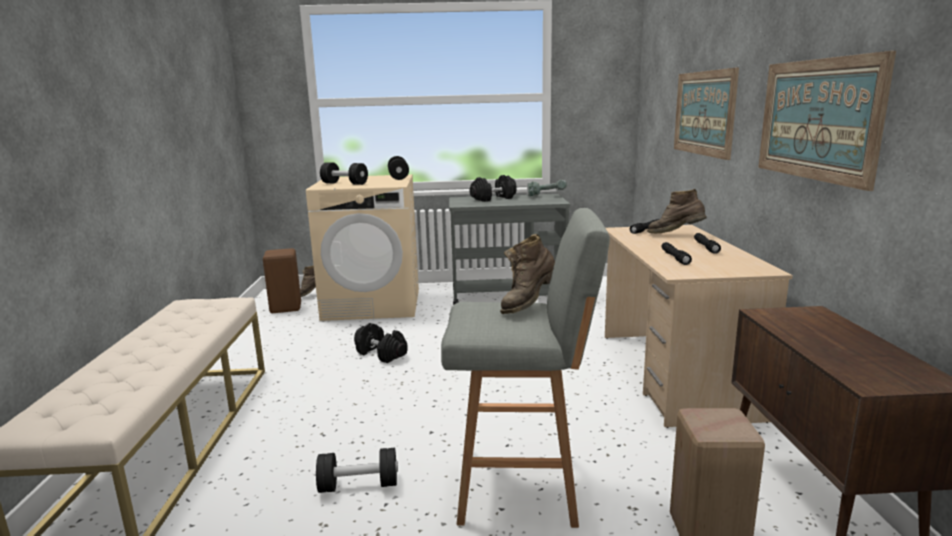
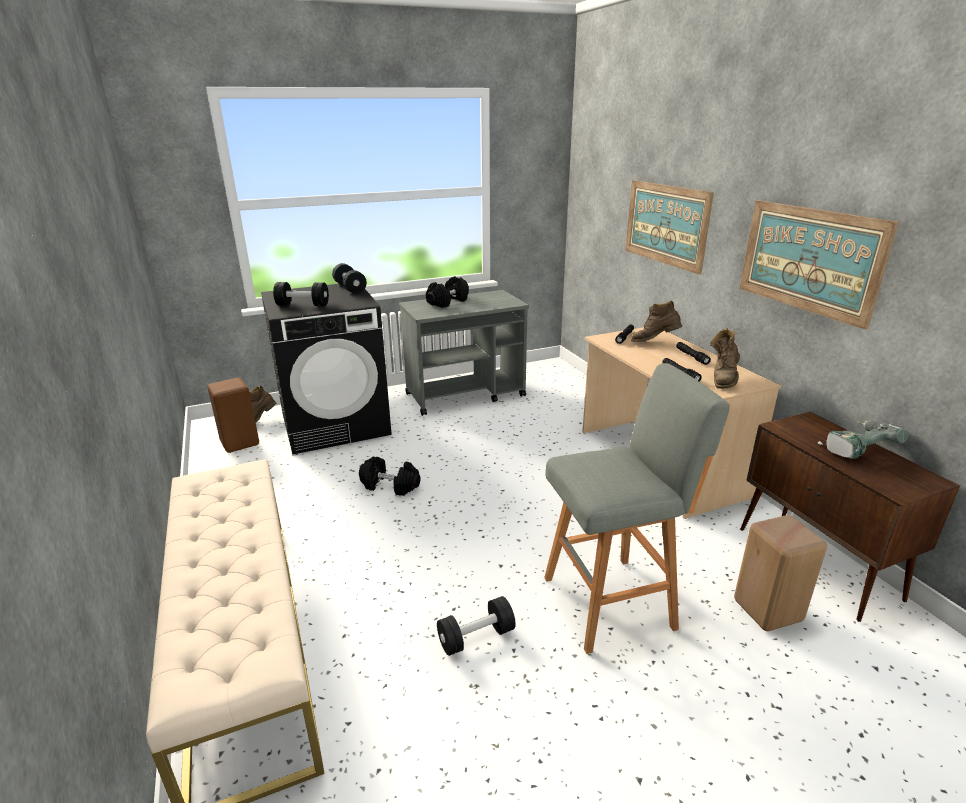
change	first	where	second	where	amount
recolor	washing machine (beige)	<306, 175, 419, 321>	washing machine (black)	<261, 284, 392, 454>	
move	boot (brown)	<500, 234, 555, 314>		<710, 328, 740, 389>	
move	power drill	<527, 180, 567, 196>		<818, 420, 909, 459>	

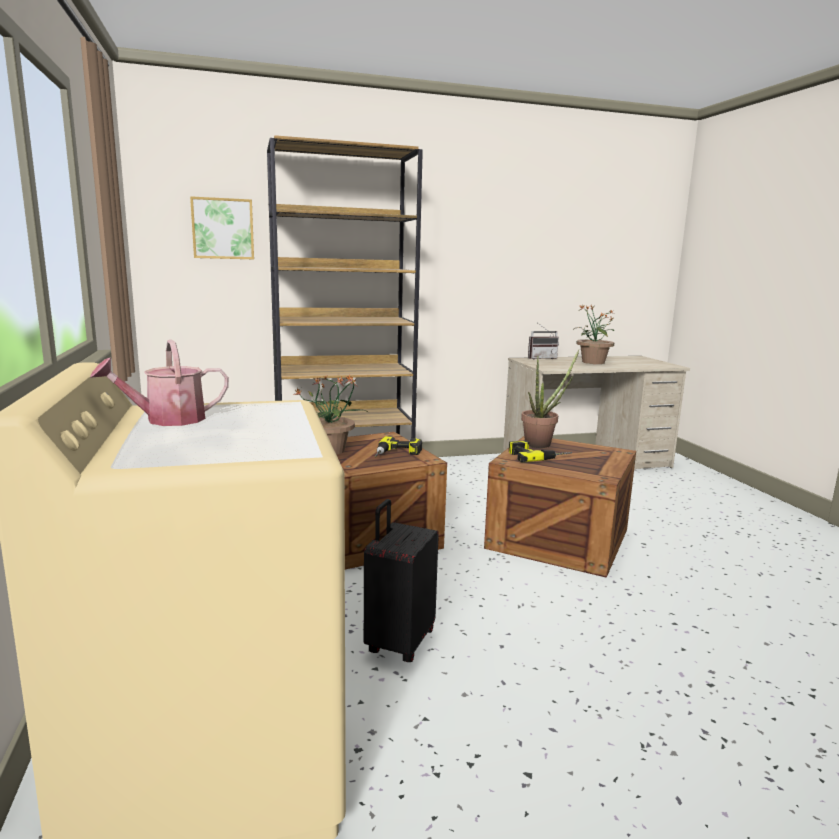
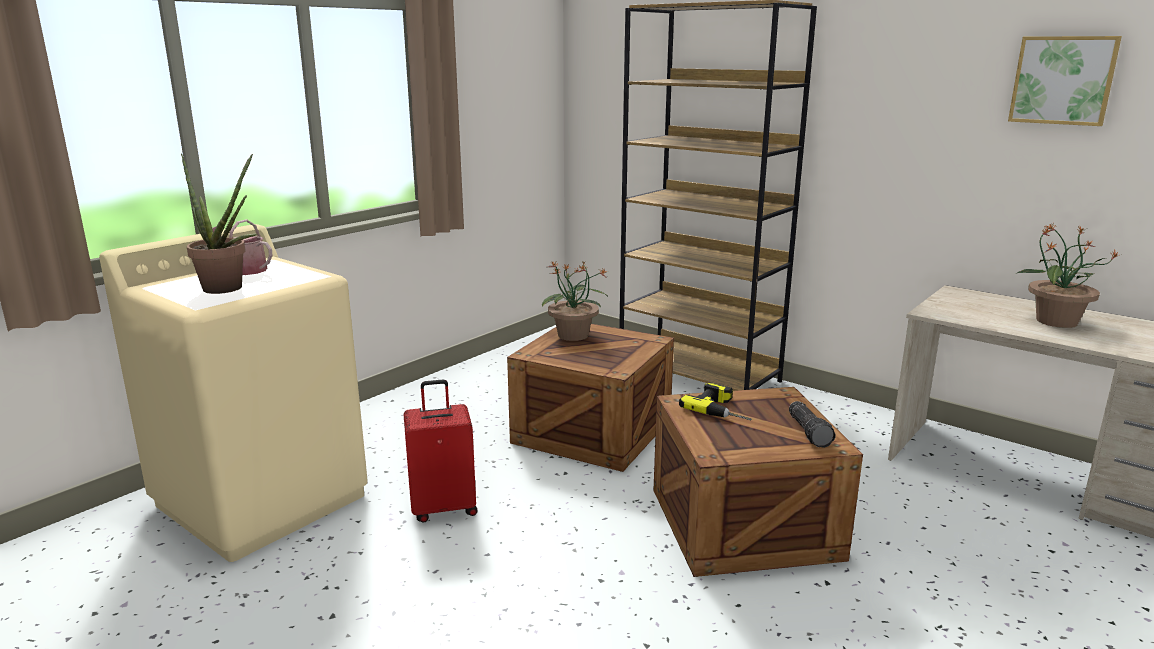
change	first	where	second	where	amount
move	potted plant	<521, 349, 579, 448>		<181, 154, 258, 294>	
recolor	suitcase (black)	<364, 499, 439, 662>	suitcase (red)	<404, 379, 478, 523>	
insert			flashlight	<789, 401, 835, 448>	
move	picture	<190, 196, 254, 259>		<1008, 36, 1122, 126>	
delete	power drill	<374, 436, 422, 457>			
delete	radio	<528, 324, 559, 359>			

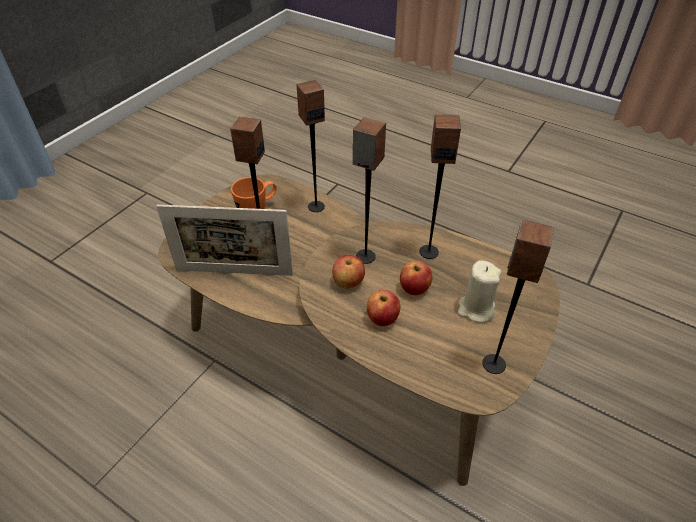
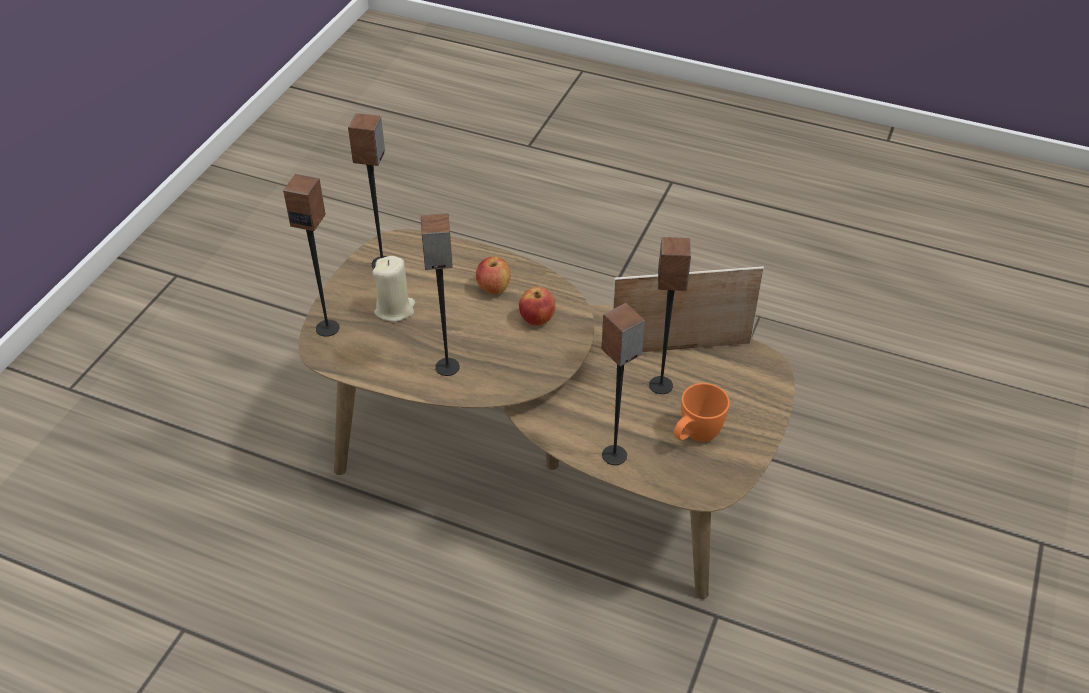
change	first	where	second	where	amount
move	speaker	<353, 117, 386, 264>		<283, 174, 340, 337>	
delete	apple	<400, 260, 433, 295>			

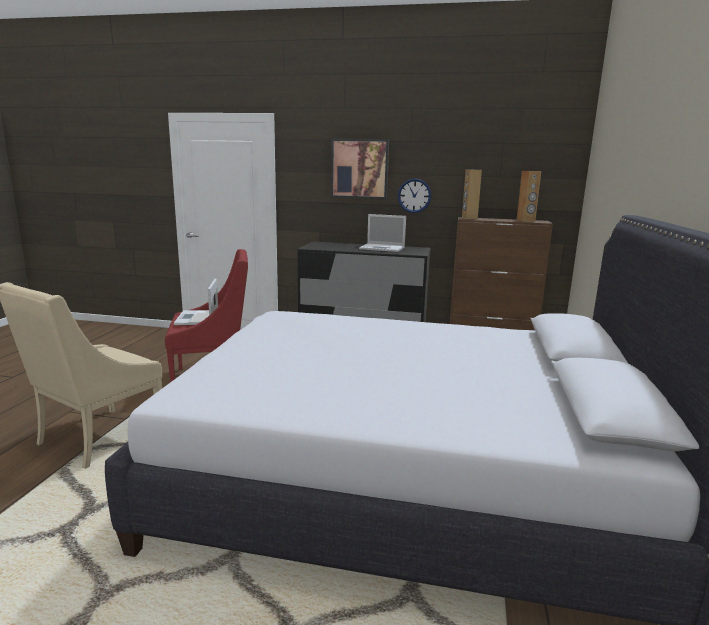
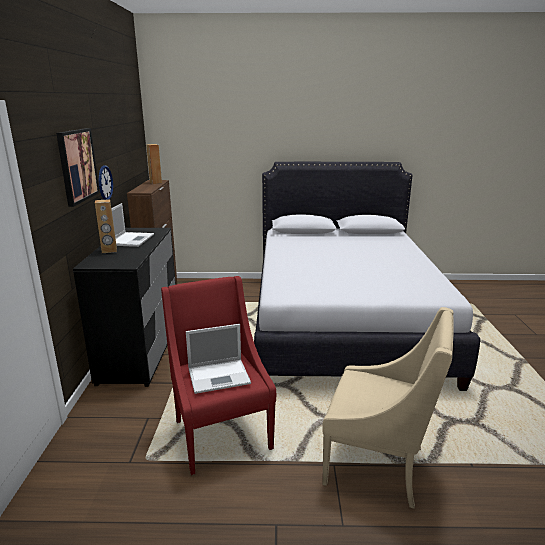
change	first	where	second	where	amount
move	speaker (brown)	<462, 169, 482, 219>		<95, 199, 117, 253>	

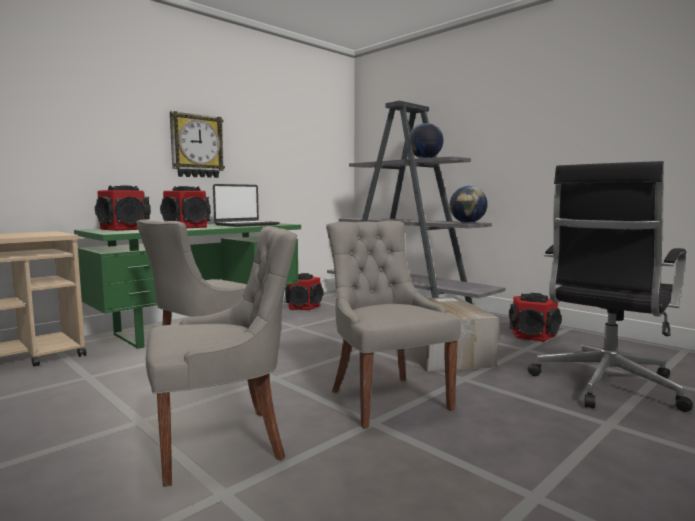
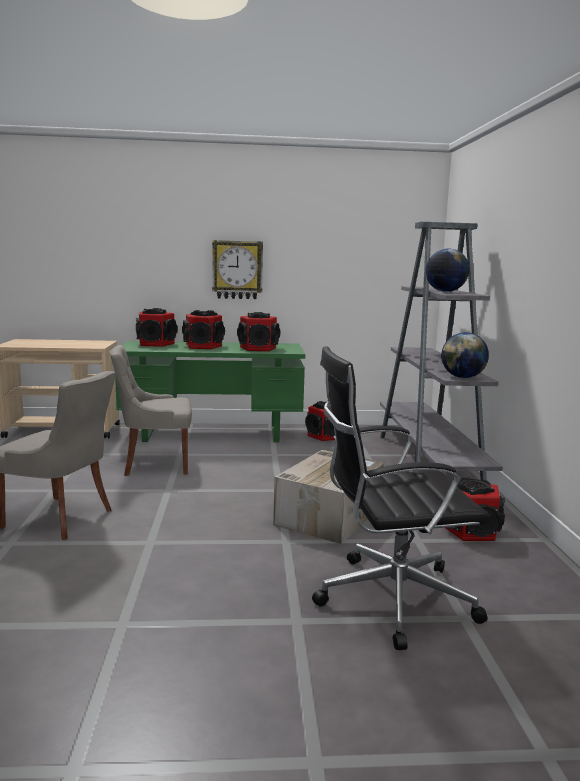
change	first	where	second	where	amount
replace	laptop	<213, 184, 280, 227>	speaker	<237, 312, 280, 351>	
delete	chair (grey)	<326, 221, 461, 429>			

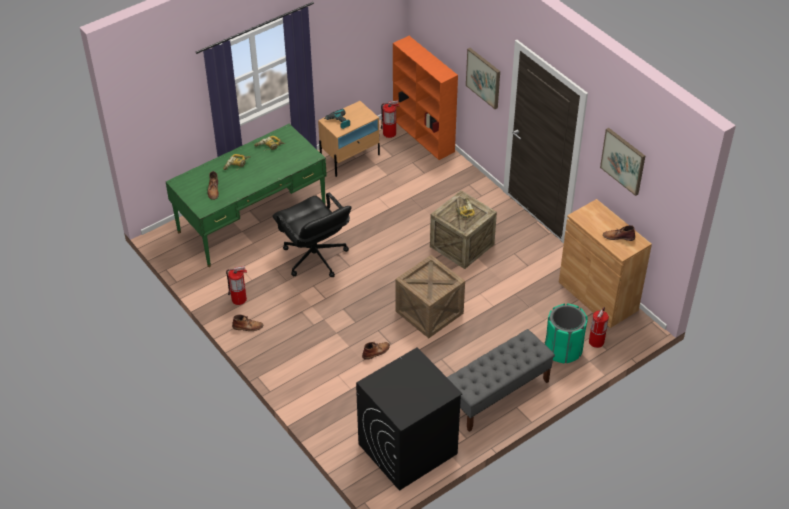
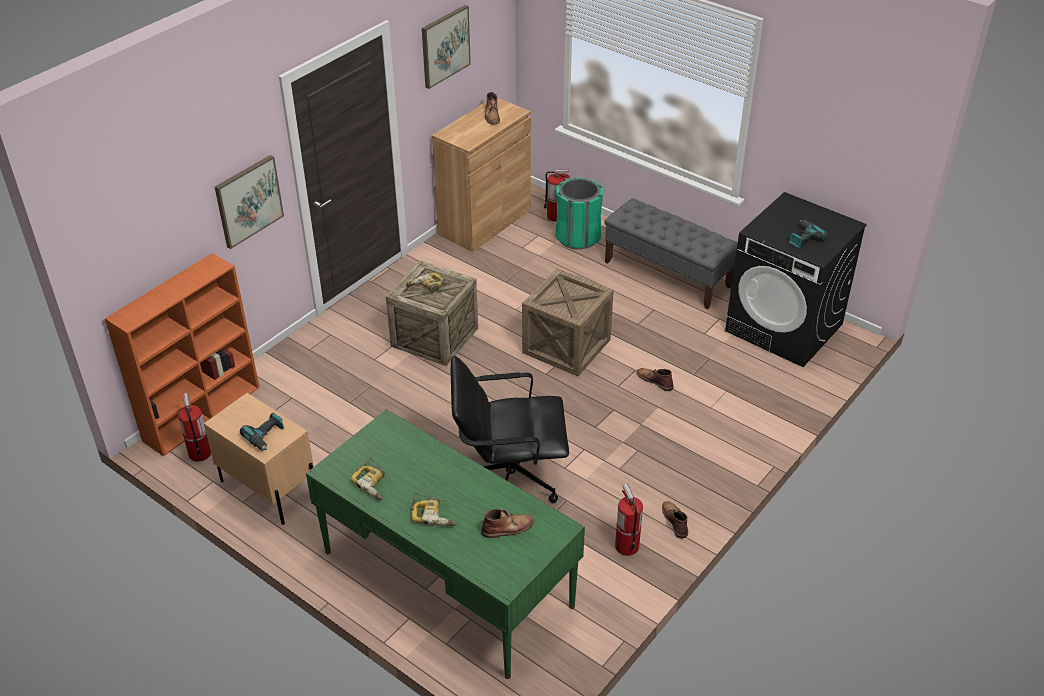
change	first	where	second	where	amount
rotate	office chair (black)	<273, 192, 352, 277>		<451, 356, 569, 503>	135 degrees counterclockwise
insert			power drill	<790, 219, 828, 249>	

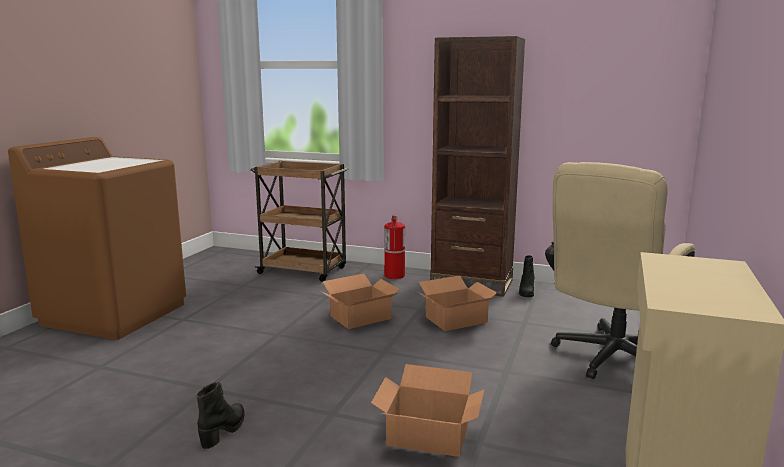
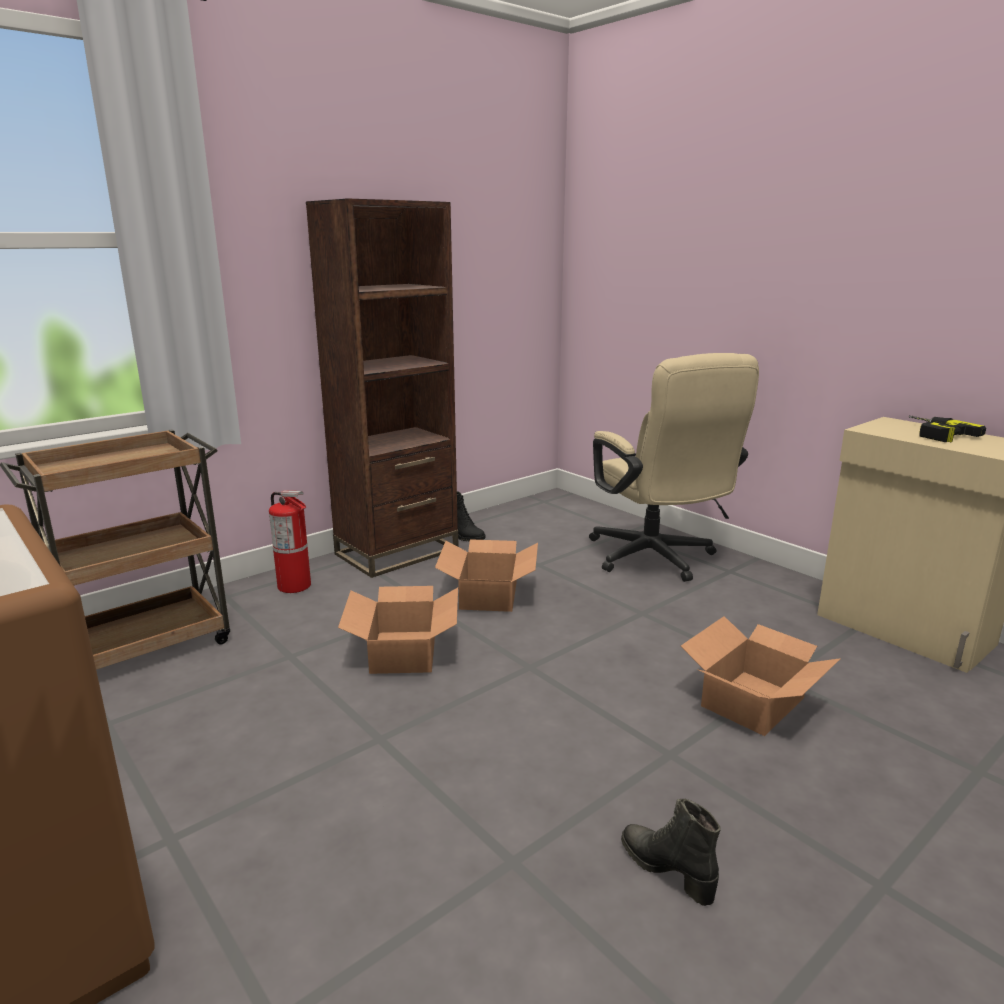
change	first	where	second	where	amount
insert			power drill	<909, 415, 986, 442>	

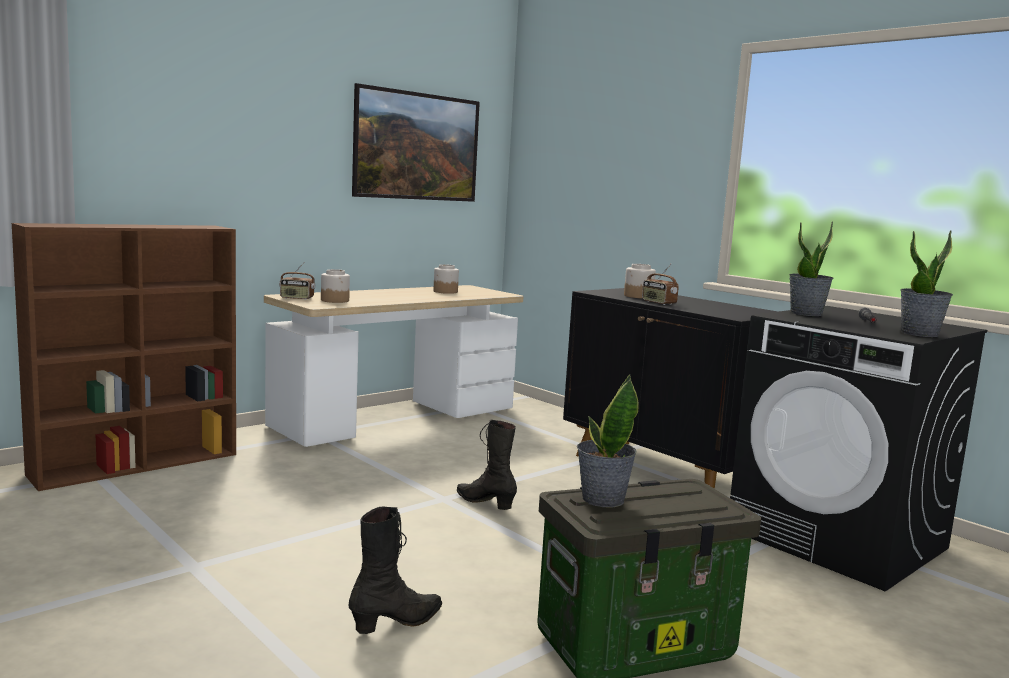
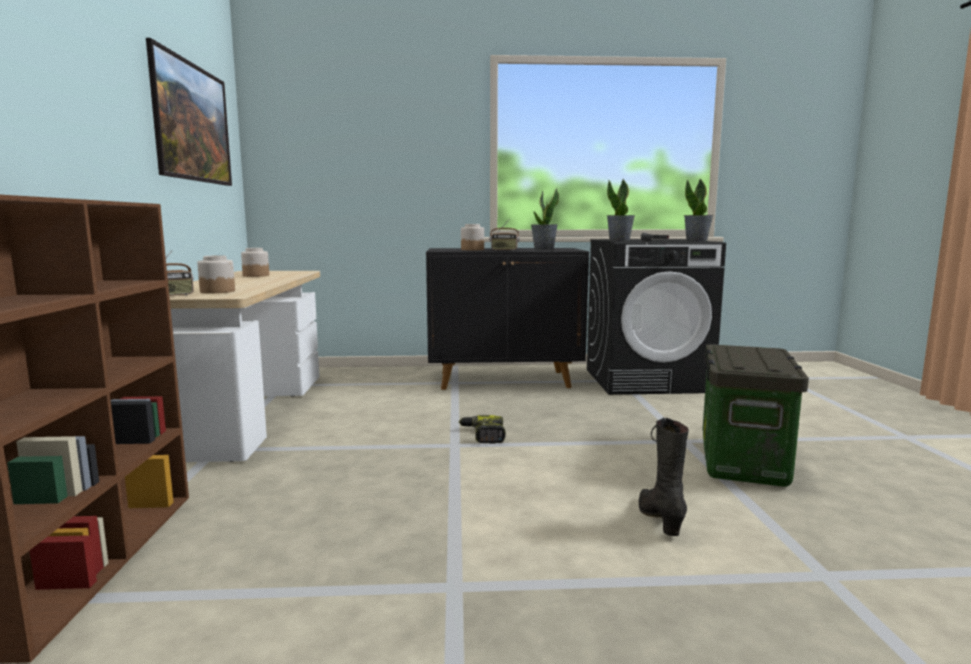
change	first	where	second	where	amount
replace	boot (black)	<457, 420, 517, 510>	power drill	<459, 415, 506, 444>	
move	potted plant	<577, 375, 639, 507>		<531, 188, 559, 250>	

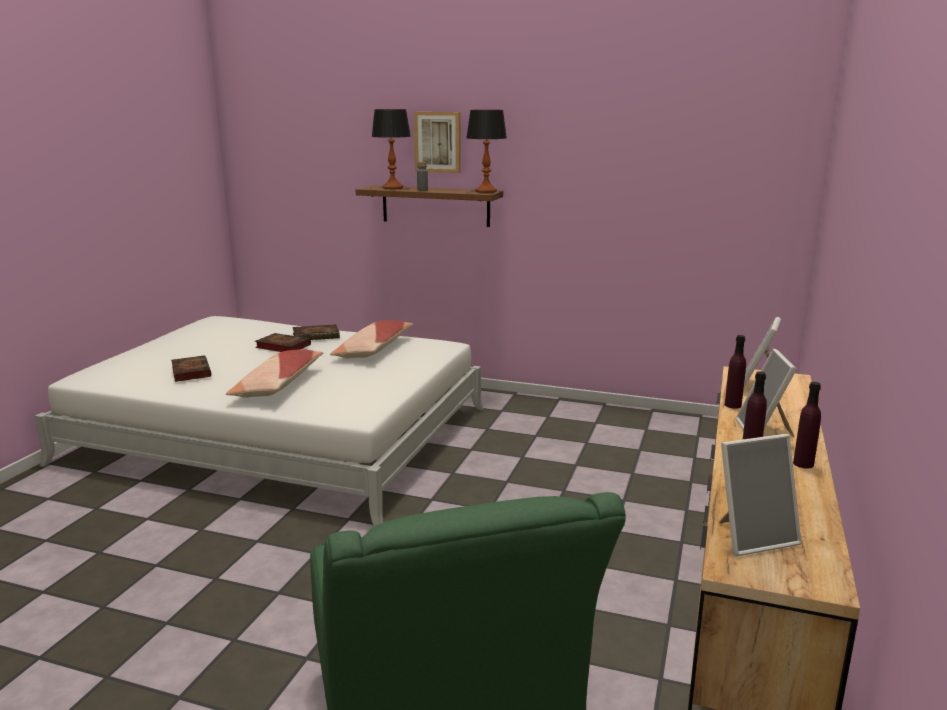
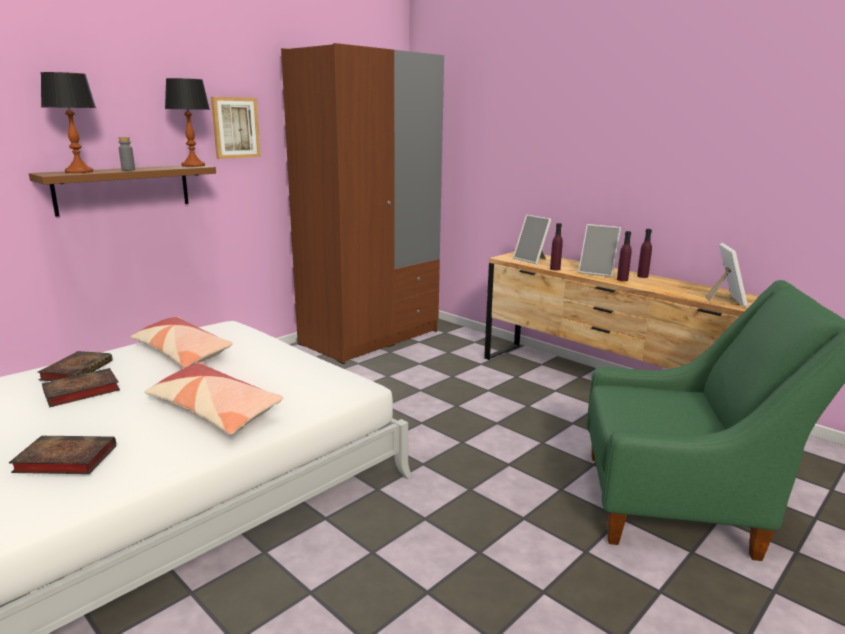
change	first	where	second	where	amount
move	picture	<414, 112, 461, 173>		<211, 97, 261, 159>	
insert			wardrobe (brown)	<281, 43, 444, 364>	

